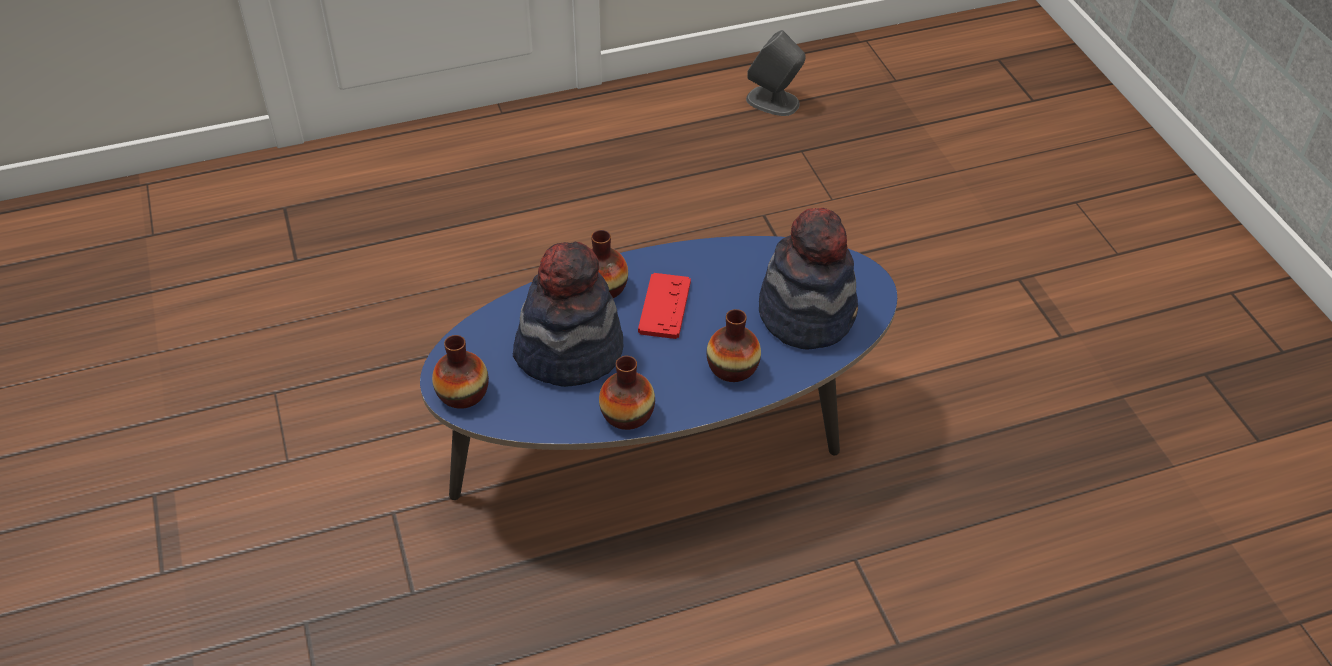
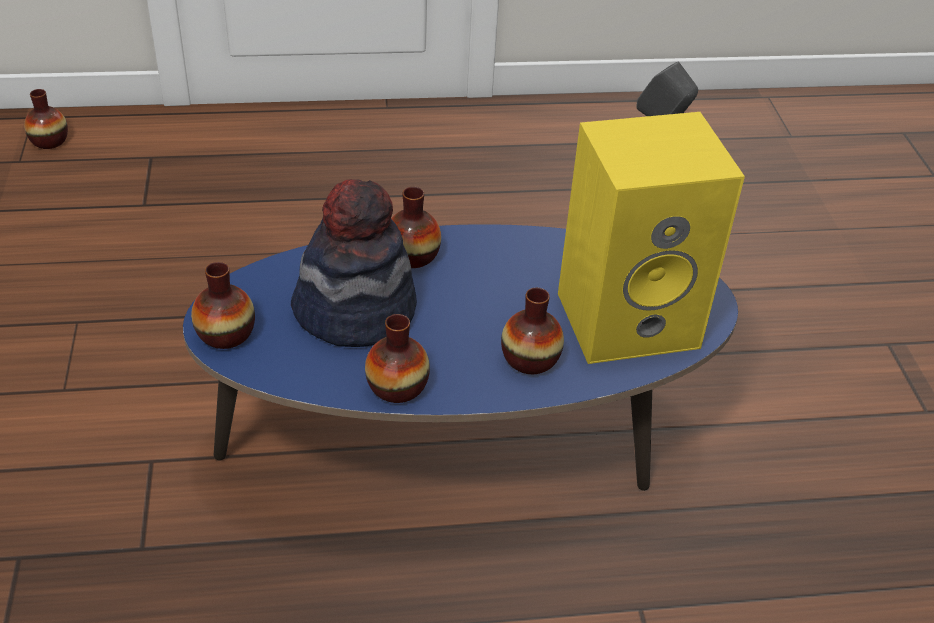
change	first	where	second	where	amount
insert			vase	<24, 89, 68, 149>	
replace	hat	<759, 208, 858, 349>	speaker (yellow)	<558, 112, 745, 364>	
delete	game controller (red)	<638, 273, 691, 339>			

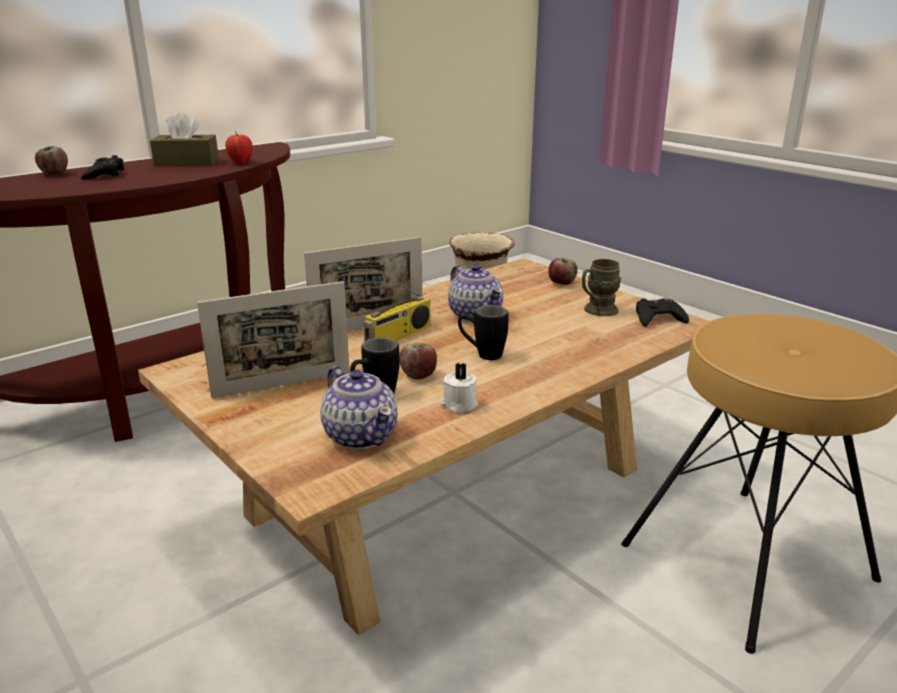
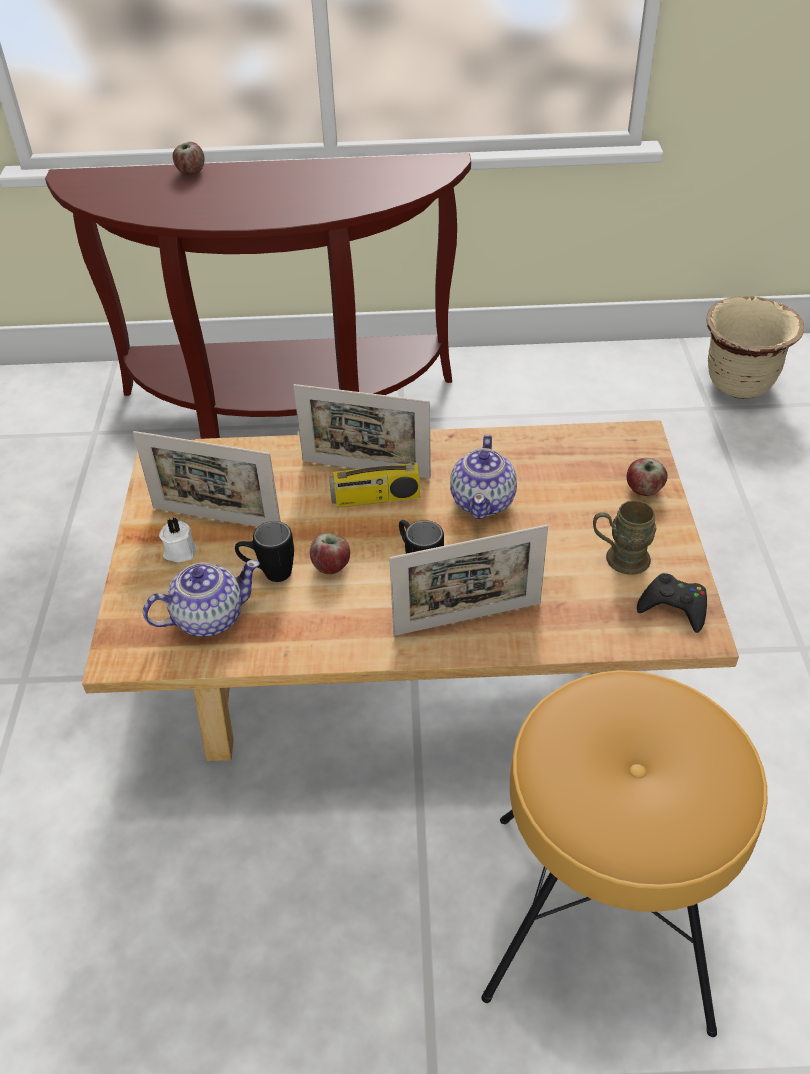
change	first	where	second	where	amount
rotate	teapot	<320, 366, 397, 450>		<143, 560, 260, 637>	120 degrees counterclockwise
move	candle (white)	<440, 363, 478, 413>		<159, 518, 197, 562>	
insert			picture frame	<389, 525, 548, 636>	
delete	game controller (black)	<81, 155, 125, 180>			
delete	tissue box (brown)	<150, 112, 219, 166>			
delete	apple	<225, 131, 253, 164>			

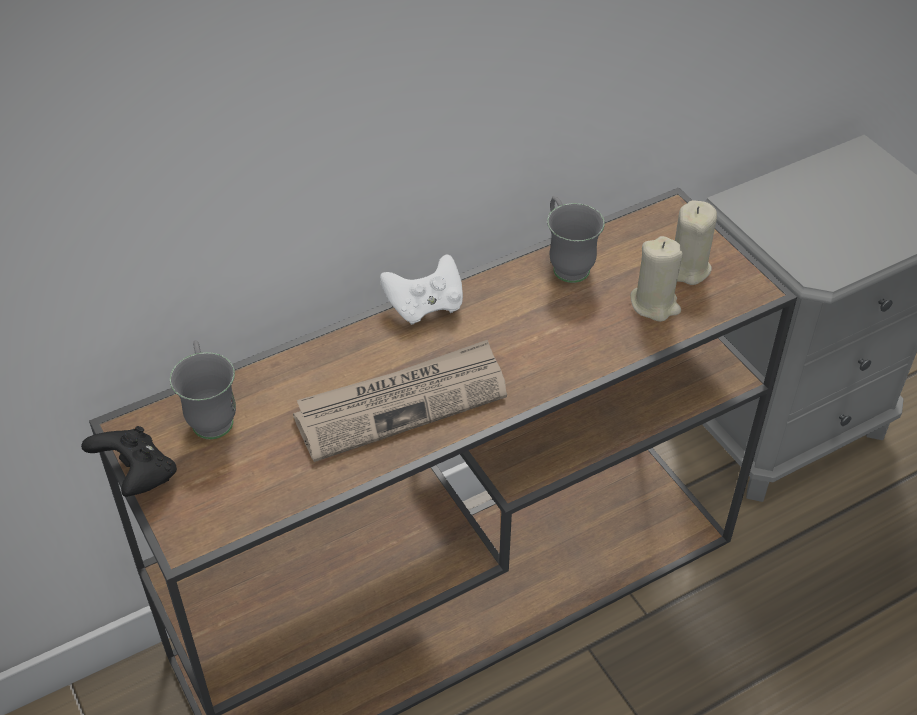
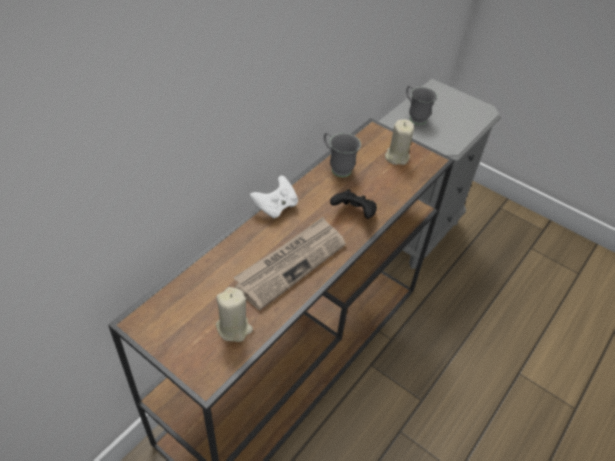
change	first	where	second	where	amount
move	candle (beige)	<630, 236, 683, 322>		<216, 287, 253, 342>	
move	game controller (black)	<81, 426, 177, 497>		<330, 189, 377, 219>	
move	mug (grey)	<170, 340, 236, 439>		<406, 85, 437, 125>	

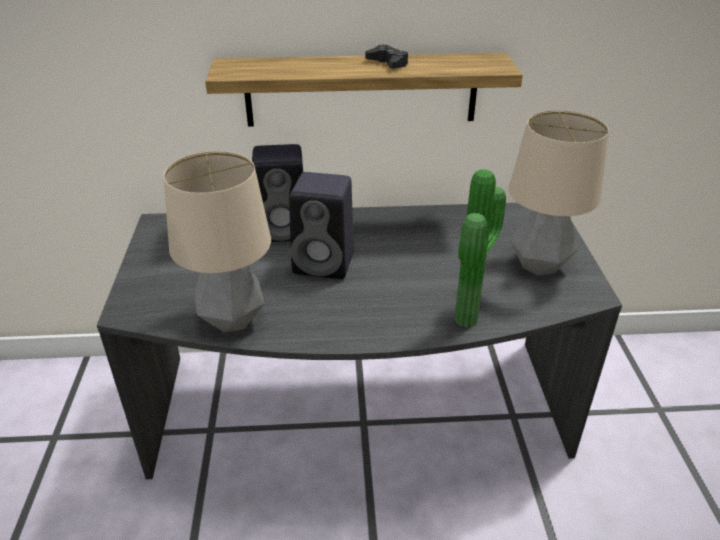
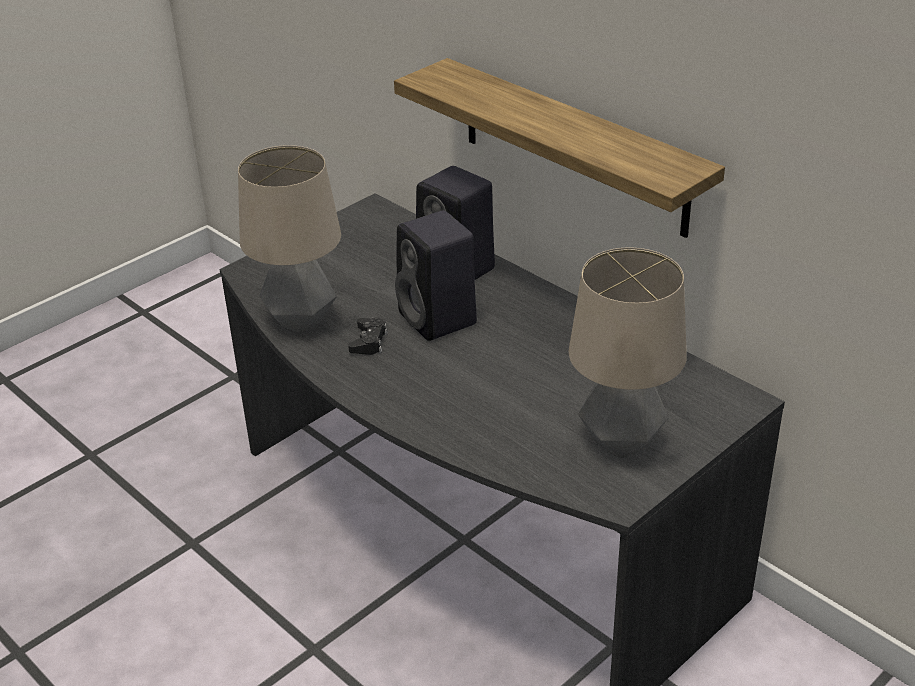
change	first	where	second	where	amount
move	game controller (black)	<365, 44, 408, 69>		<348, 317, 388, 355>	
delete	potted plant	<454, 169, 506, 328>			

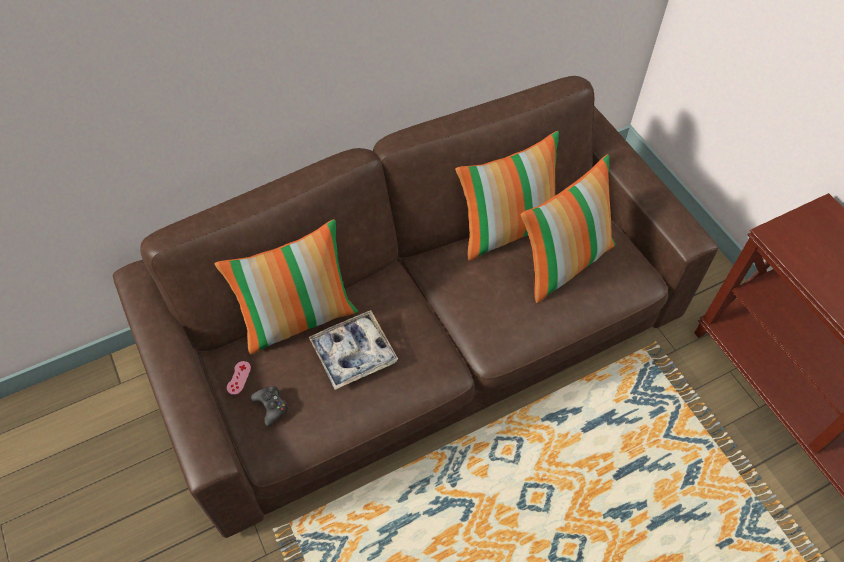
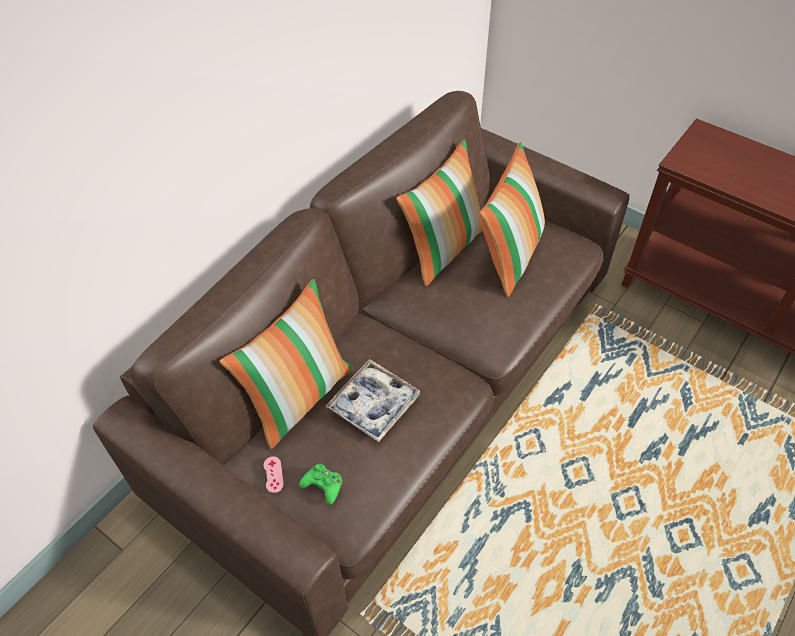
change	first	where	second	where	amount
recolor	game controller (black)	<251, 386, 289, 426>	game controller (green)	<299, 464, 342, 505>	

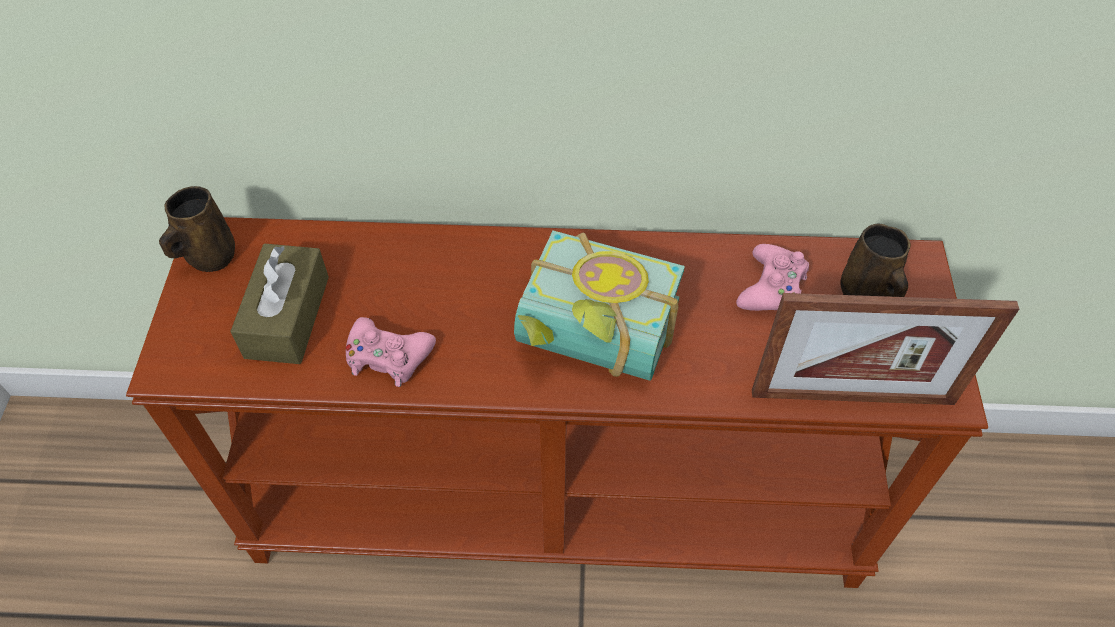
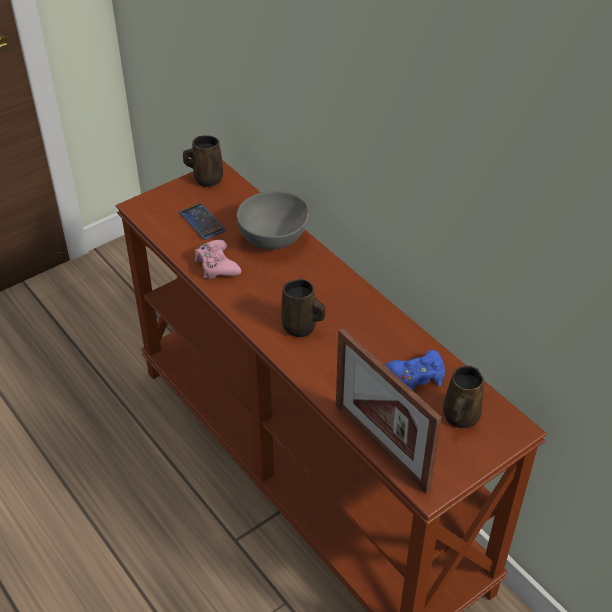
change	first	where	second	where	amount
replace	tissue box (brown)	<230, 244, 329, 364>	phone	<180, 203, 226, 240>	
insert			bowl (grey)	<237, 191, 309, 249>	
replace	book	<514, 231, 685, 381>	mug (brown)	<281, 279, 326, 337>	
recolor	game controller (pink)	<736, 244, 809, 311>	game controller (blue)	<386, 350, 445, 391>	

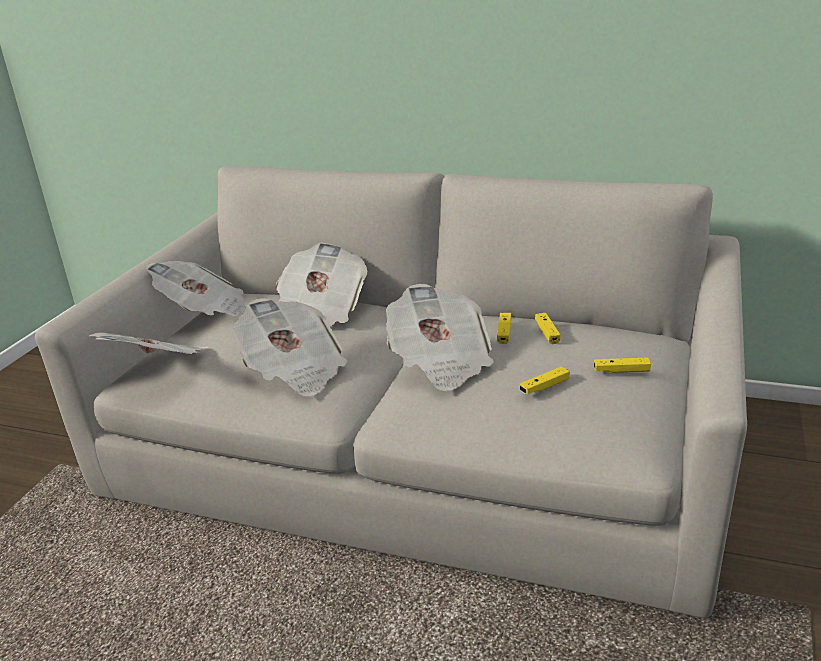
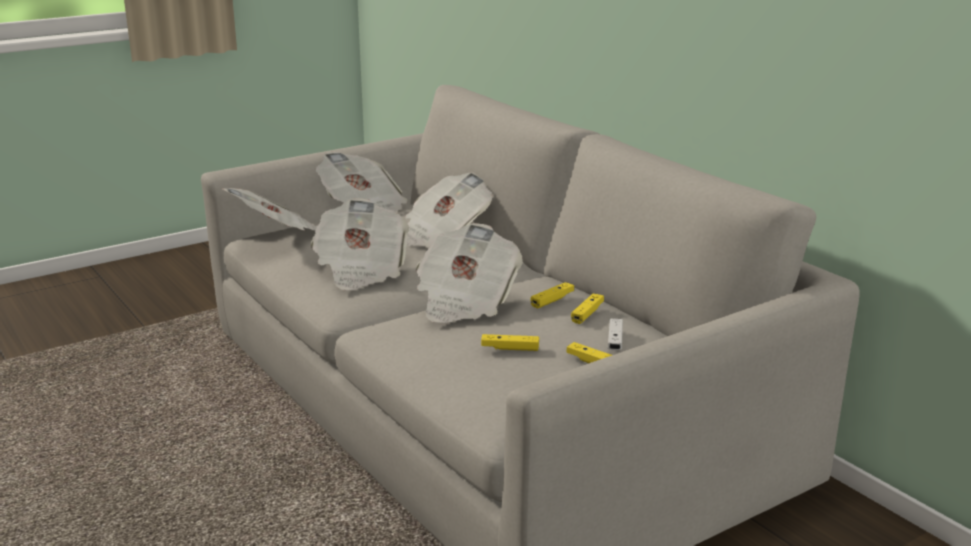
change	first	where	second	where	amount
insert			game controller (white)	<608, 318, 623, 350>	

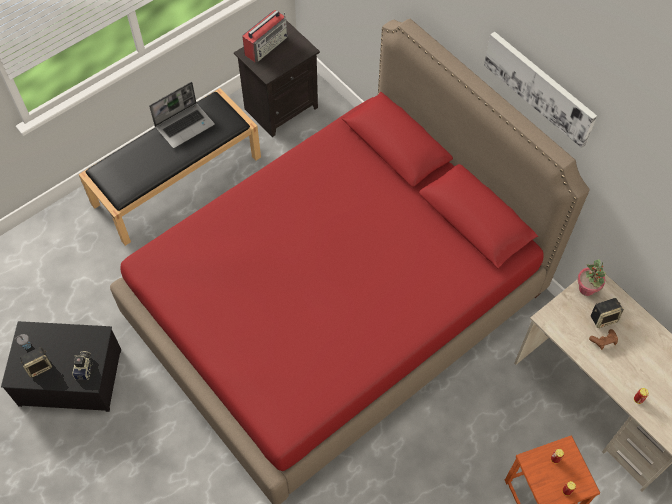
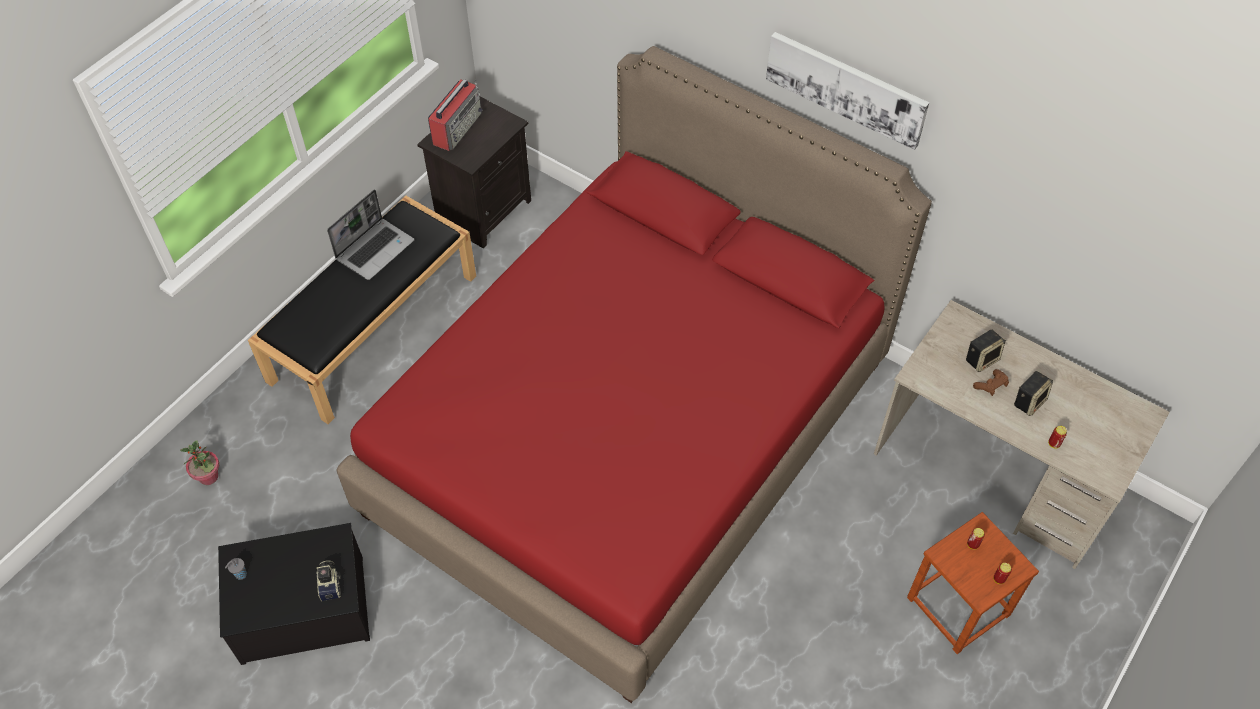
change	first	where	second	where	amount
move	potted plant	<577, 259, 606, 296>		<180, 440, 219, 485>	
move	speaker	<20, 347, 52, 378>		<1014, 371, 1053, 416>	

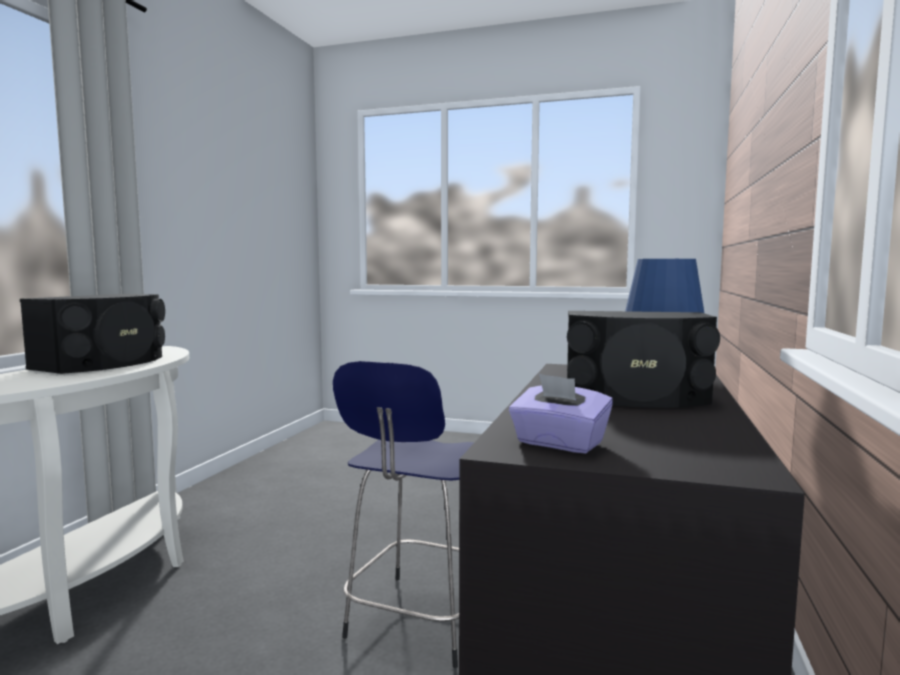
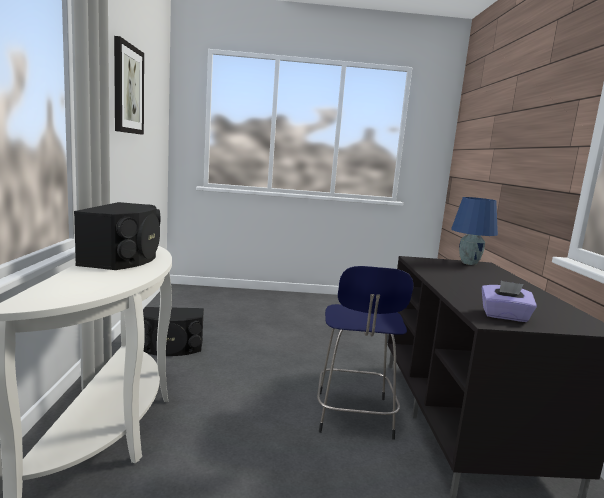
change	first	where	second	where	amount
insert			picture	<114, 36, 144, 135>	
move	speaker (black)	<567, 311, 720, 408>		<143, 307, 204, 356>	

